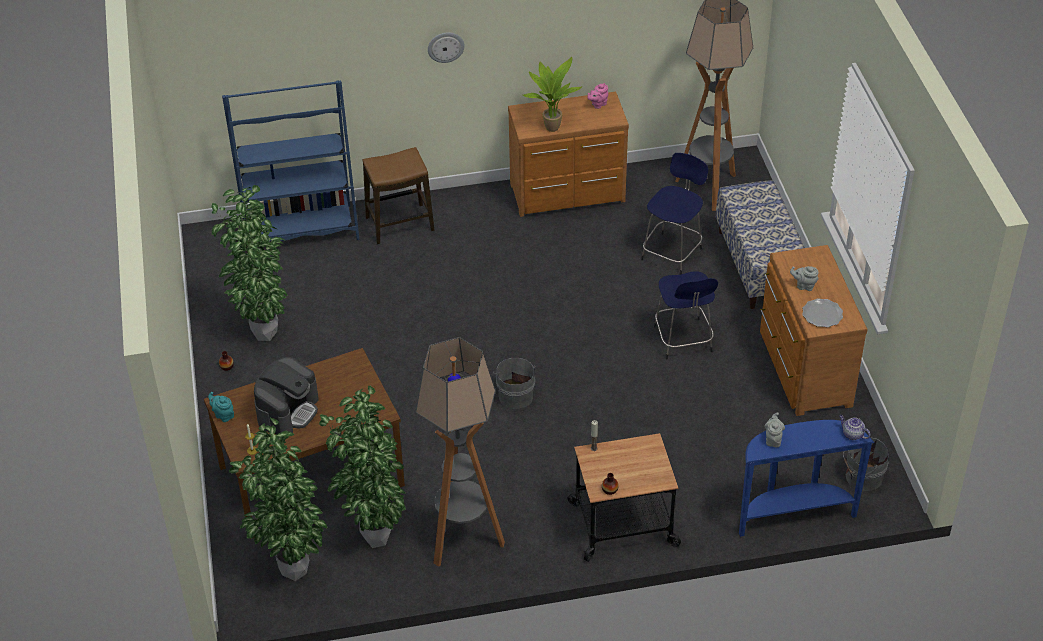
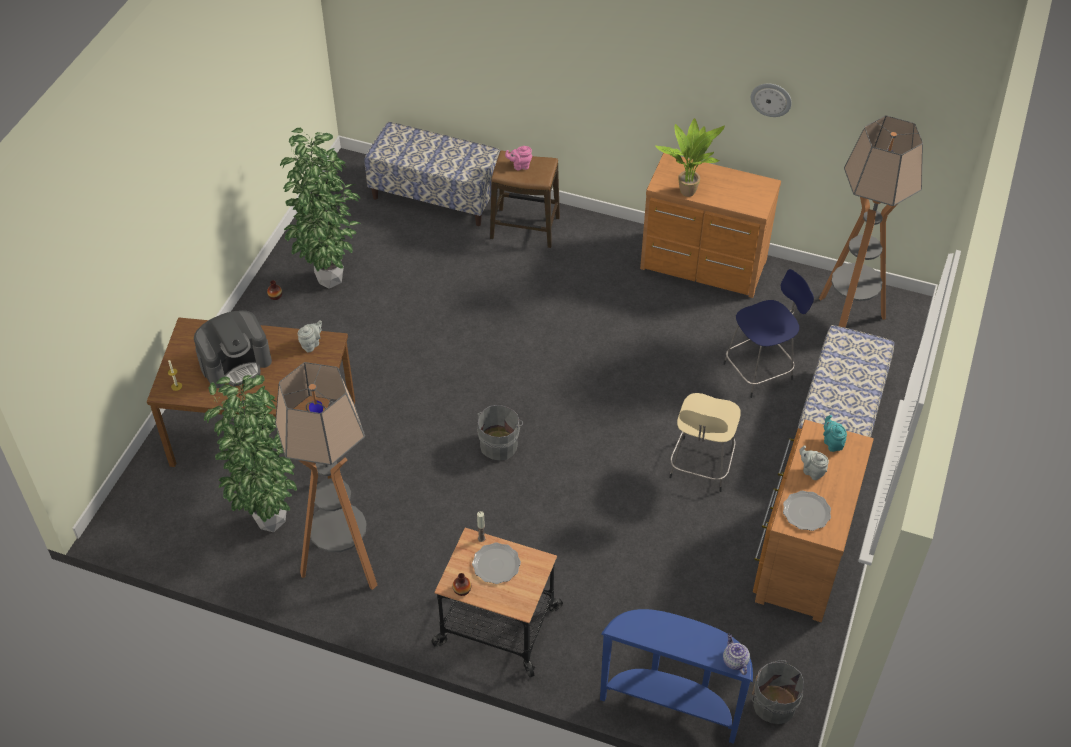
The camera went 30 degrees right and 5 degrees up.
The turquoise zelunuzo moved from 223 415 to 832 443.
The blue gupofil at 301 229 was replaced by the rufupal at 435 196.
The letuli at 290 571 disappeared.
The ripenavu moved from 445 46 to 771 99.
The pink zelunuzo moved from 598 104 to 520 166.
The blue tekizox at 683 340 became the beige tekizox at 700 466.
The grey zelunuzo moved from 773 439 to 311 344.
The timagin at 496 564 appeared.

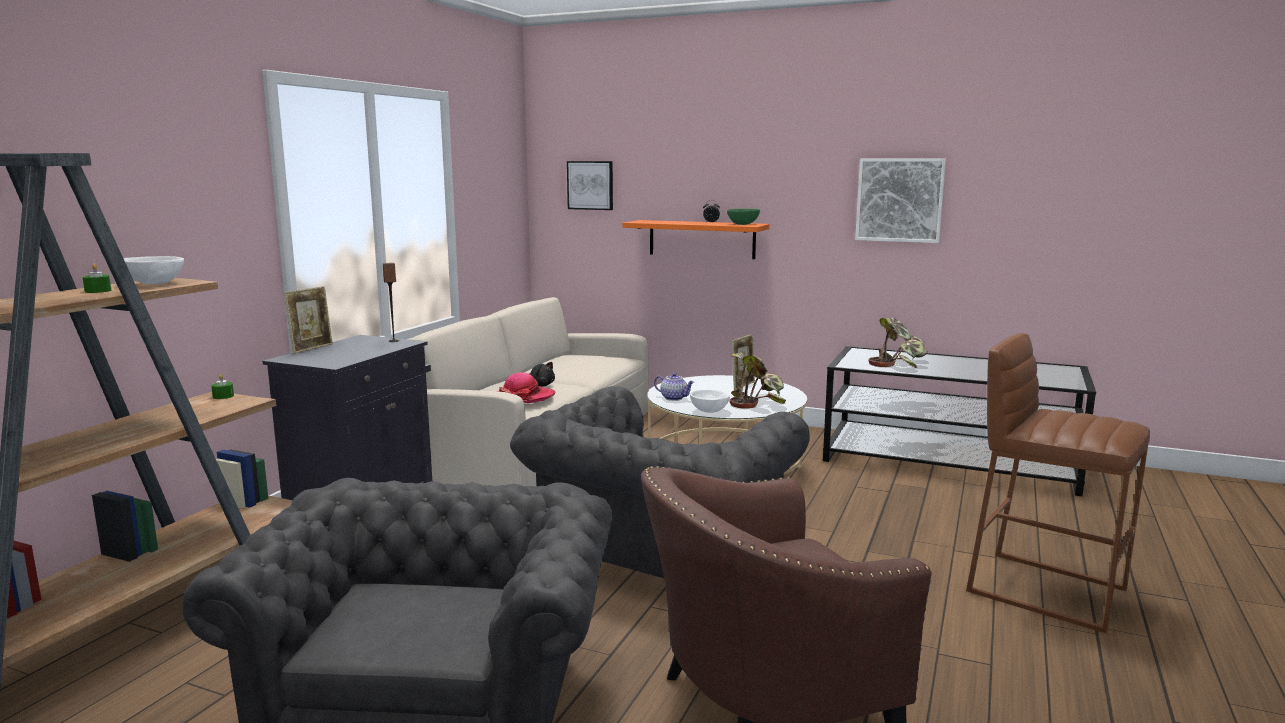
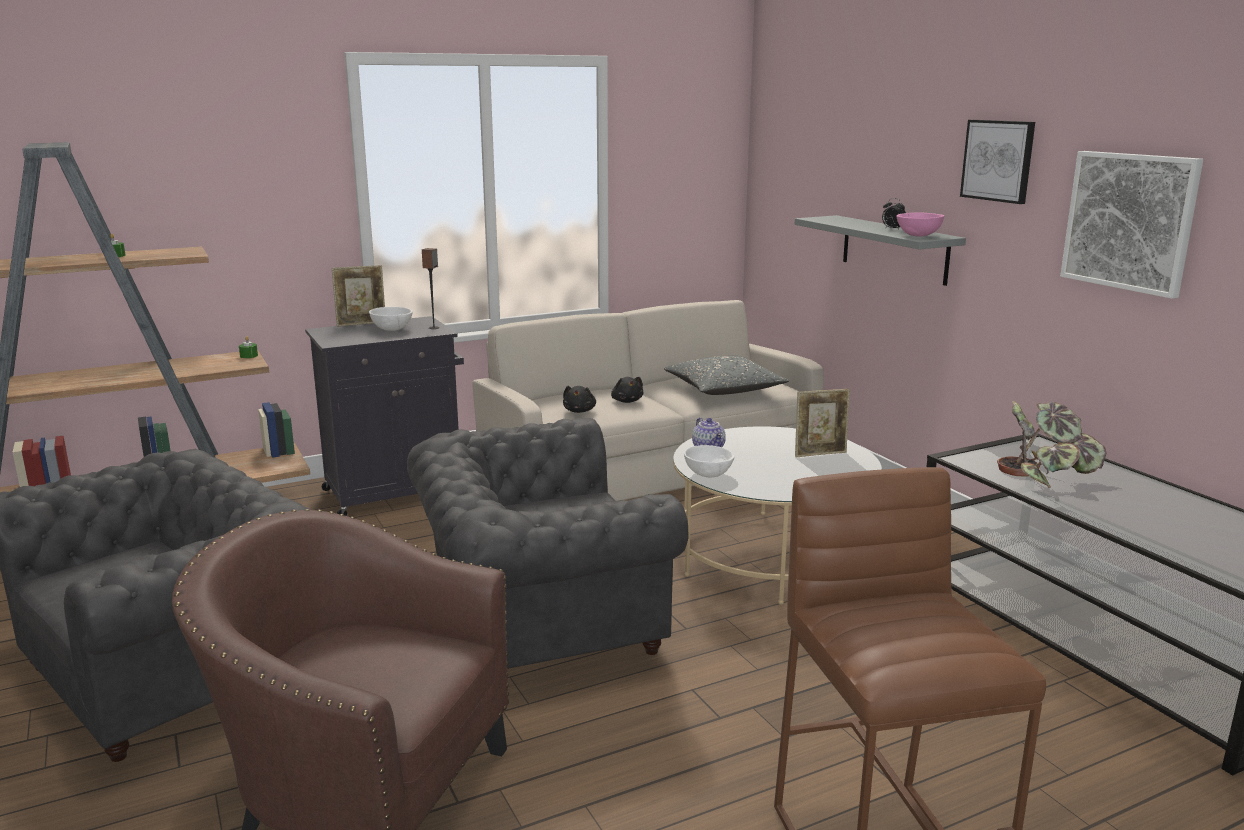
The camera went 40 degrees right and 5 degrees up.
The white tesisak moved from 155 283 to 392 329.
The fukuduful at 522 398 was replaced by the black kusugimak at 579 411.
The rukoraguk moved from 590 185 to 998 160.
The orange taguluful at 701 239 became the grey taguluful at 894 249.
The green tesisak at 743 224 became the pink tesisak at 918 236.
The letuli at 756 401 disappeared.
The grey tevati at 724 390 appeared.

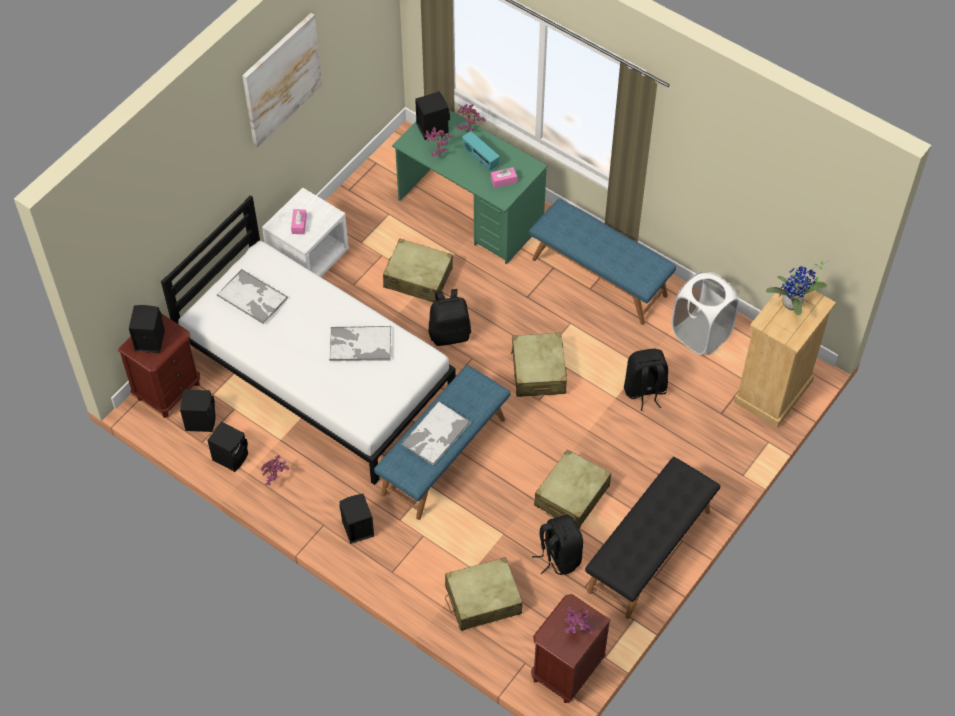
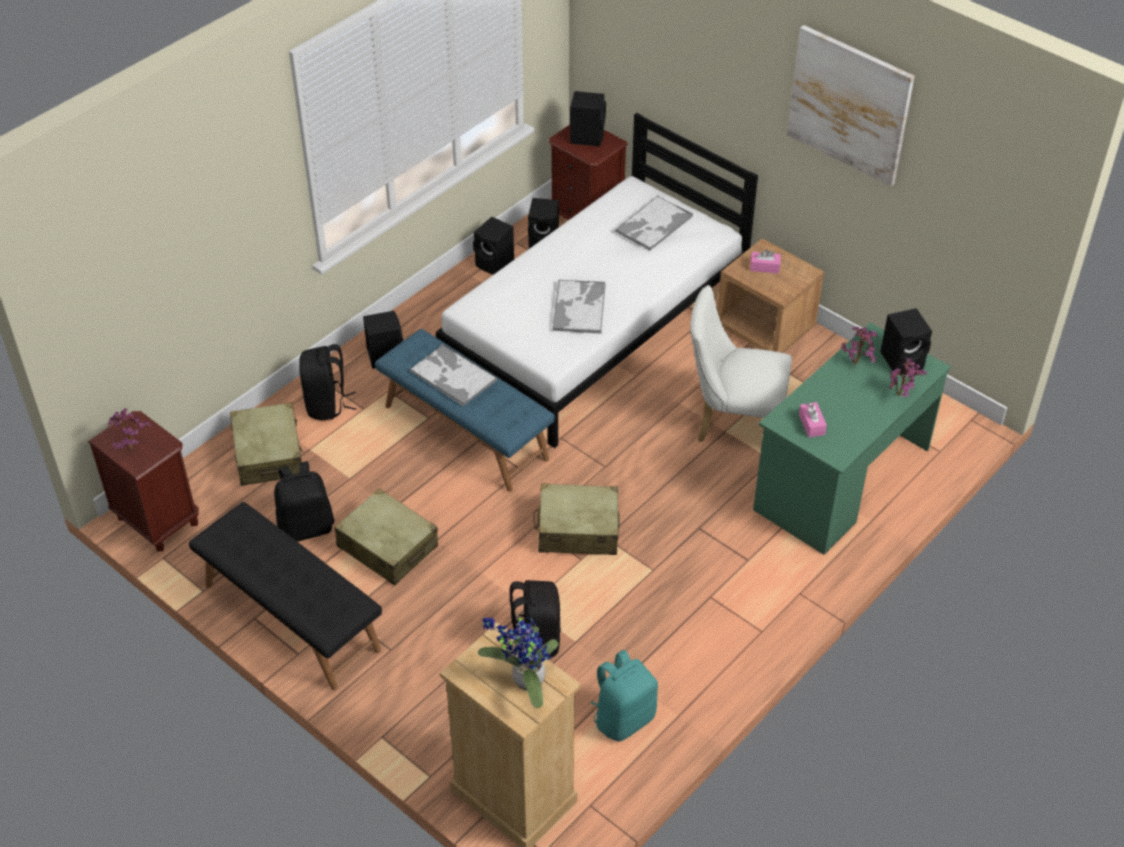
The camera went 95 degrees right and 10 degrees down.
The letuli at 276 479 disappeared.
The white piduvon at 308 257 became the brown piduvon at 766 328.
The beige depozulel at 418 278 was replaced by the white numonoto at 732 423.
The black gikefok moved from 450 334 to 327 405.
The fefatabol at 480 158 disappeared.
The blue rufupal at 600 276 disappeared.
The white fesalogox at 700 334 was replaced by the turquoise gikefok at 623 718.

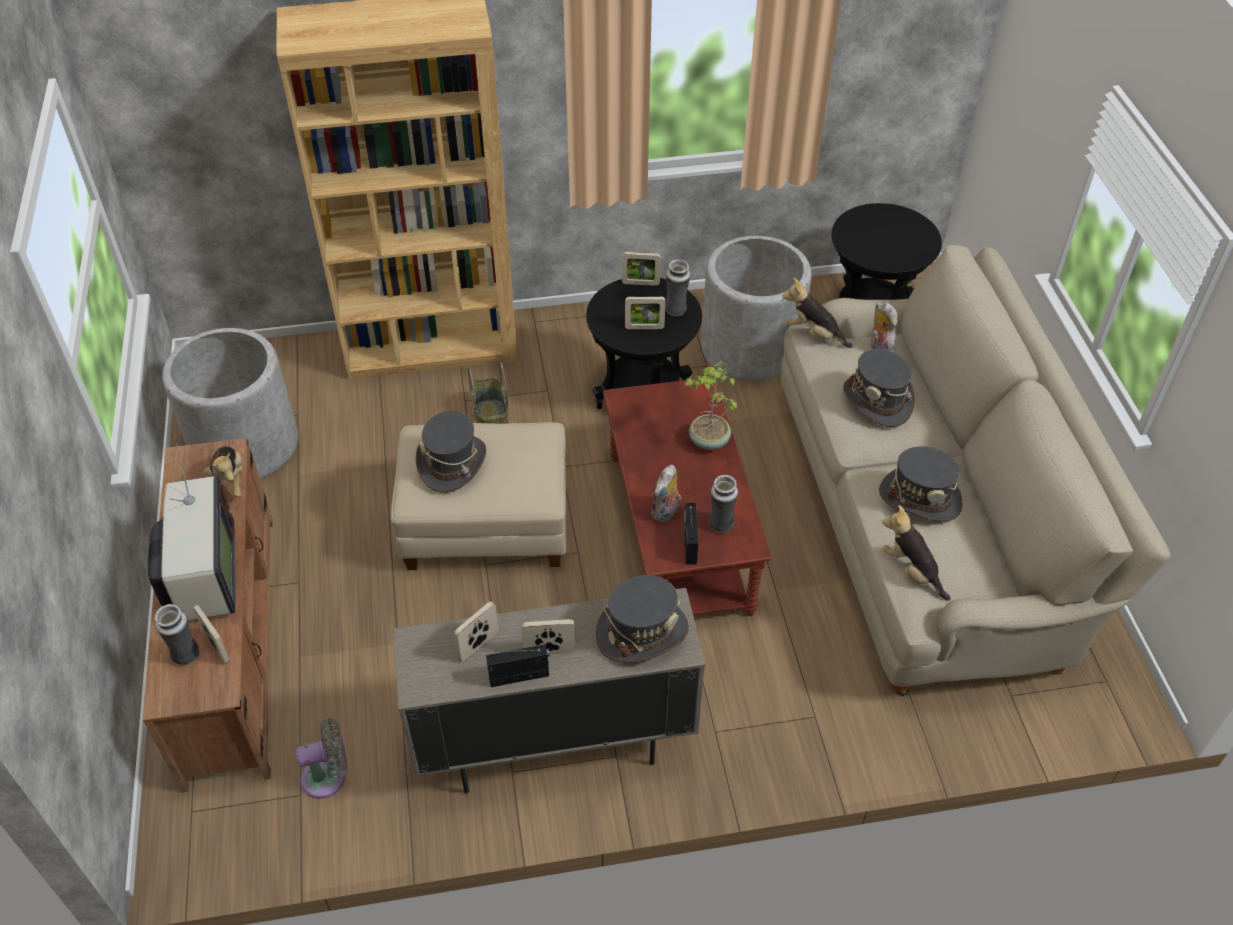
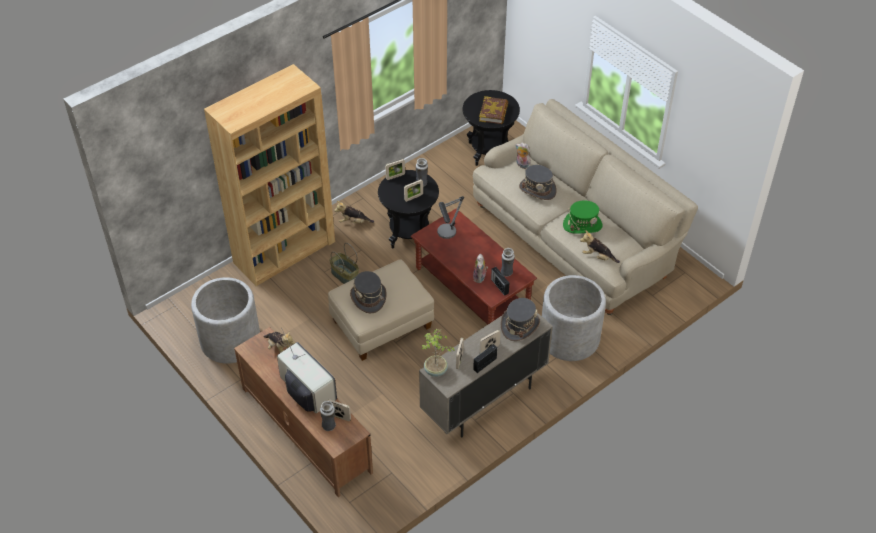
The camera went 30 degrees left and 0 degrees up.
The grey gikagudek at 328 777 disappeared.
The letuli moved from 708 441 to 435 371.
The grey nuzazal moved from 750 348 to 569 338.
The kusugimak moved from 814 333 to 353 222.
The grey fukuduful at 920 498 became the green fukuduful at 582 225.
The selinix at 447 236 appeared.
The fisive at 493 112 appeared.

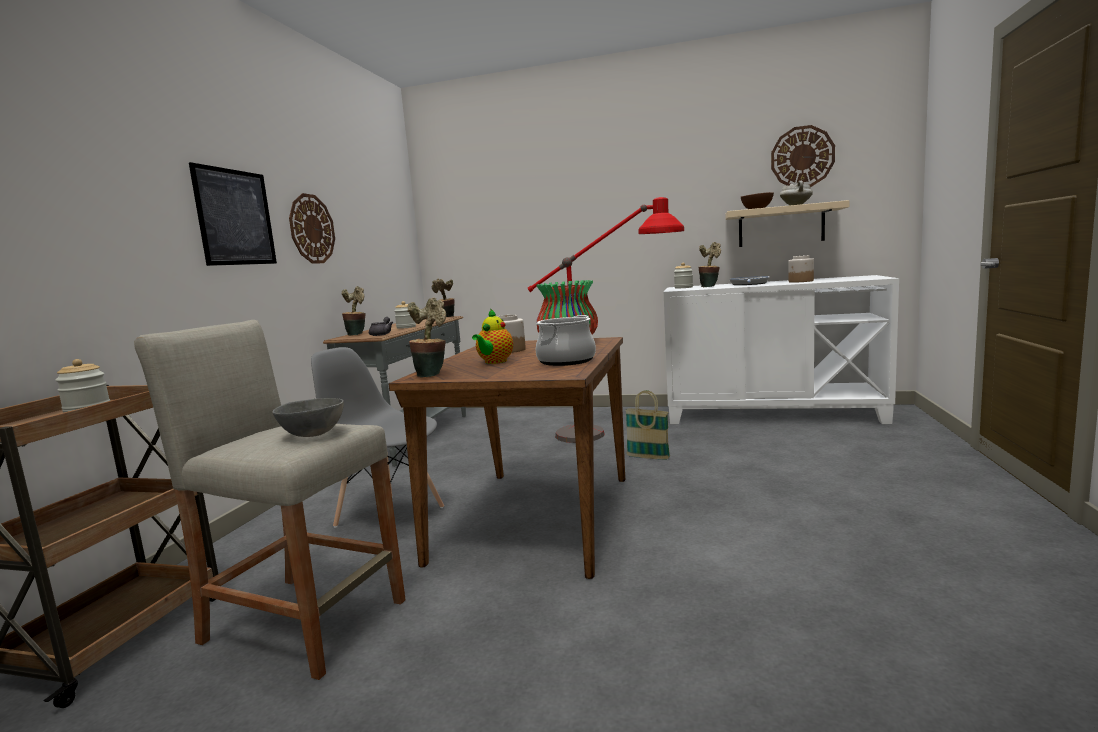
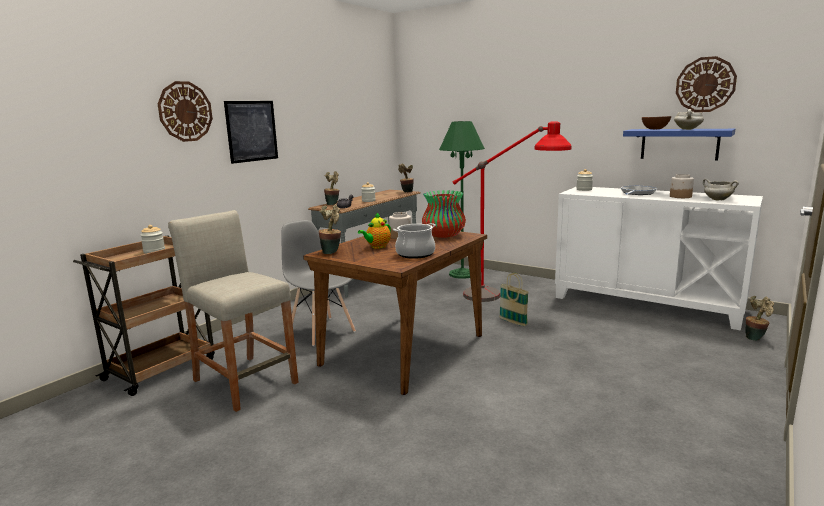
The camera went 20 degrees right and 5 degrees up.
The grey tesisak at 313 434 disappeared.
The ripenavu moved from 312 229 to 185 111.
The letuli moved from 710 286 to 755 338.
The beige taguluful at 781 226 became the blue taguluful at 679 144.
The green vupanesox at 462 274 appeared.
The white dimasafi at 717 200 appeared.

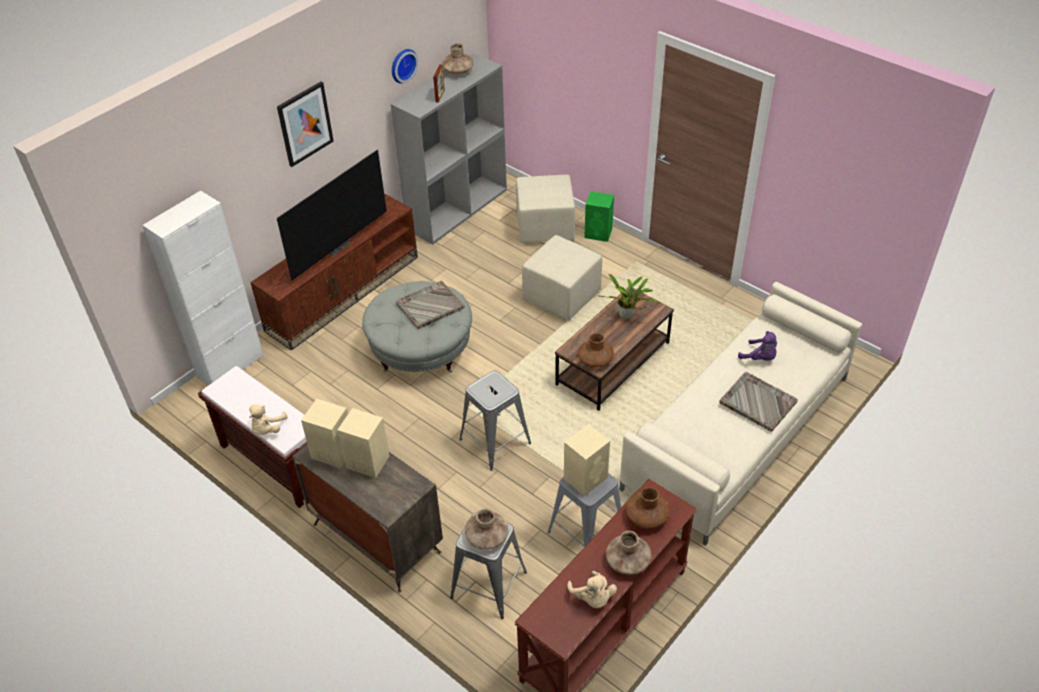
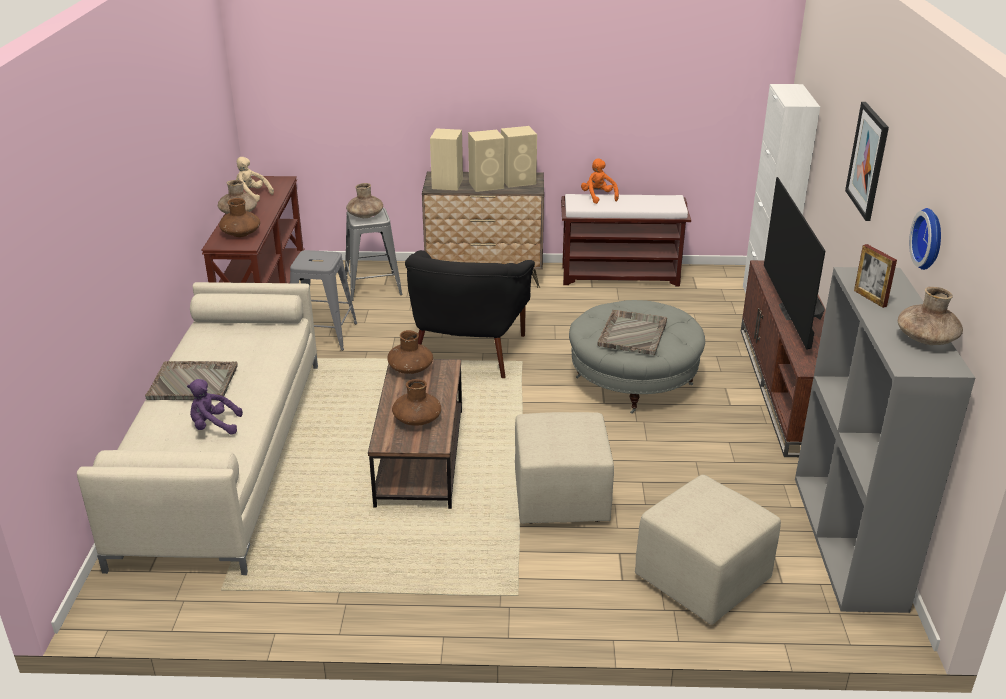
The camera went 140 degrees right and 15 degrees down.
The beige kusugimak at 267 429 became the orange kusugimak at 598 197.
The grey tekizox at 495 441 was replaced by the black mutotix at 467 352.
The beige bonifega moved from 586 477 to 447 184.
The green bonifega at 599 233 disappeared.
The letuli at 627 316 was replaced by the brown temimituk at 417 419.

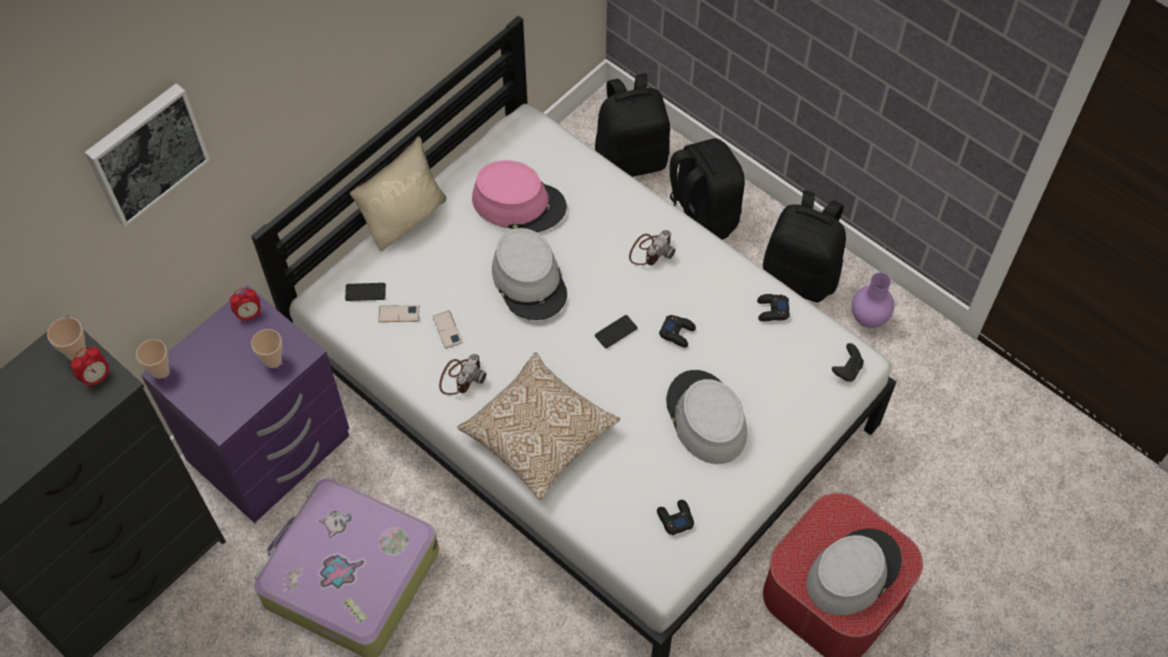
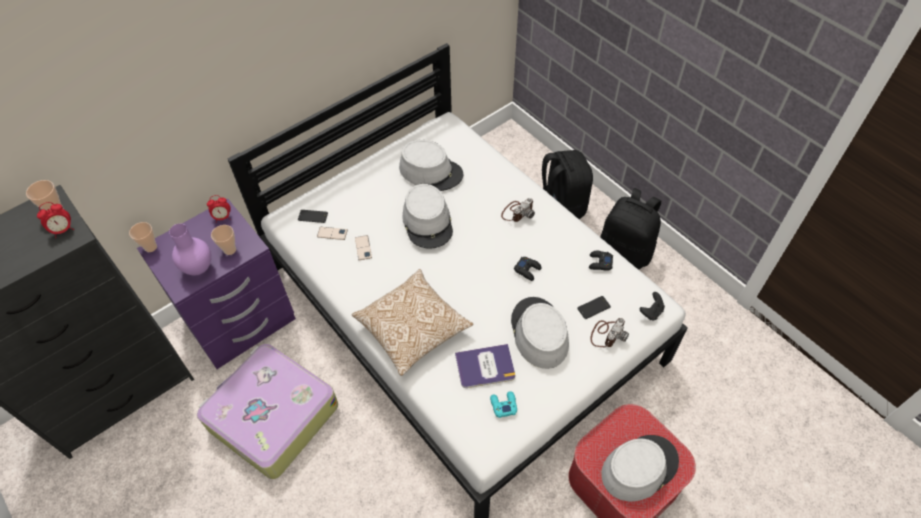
The camera went 10 degrees right and 5 degrees down.
The rukoraguk at 145 152 disappeared.
The beige tevati at 405 218 disappeared.
The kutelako moved from 461 376 to 607 334.
The pink fukuduful at 519 203 became the grey fukuduful at 431 171.
The black gikefok at 631 158 disappeared.
The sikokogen moved from 616 332 to 593 307.
The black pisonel at 675 518 became the turquoise pisonel at 503 405.
The purple temimituk moved from 868 320 to 198 269.
The fisive at 485 366 appeared.

